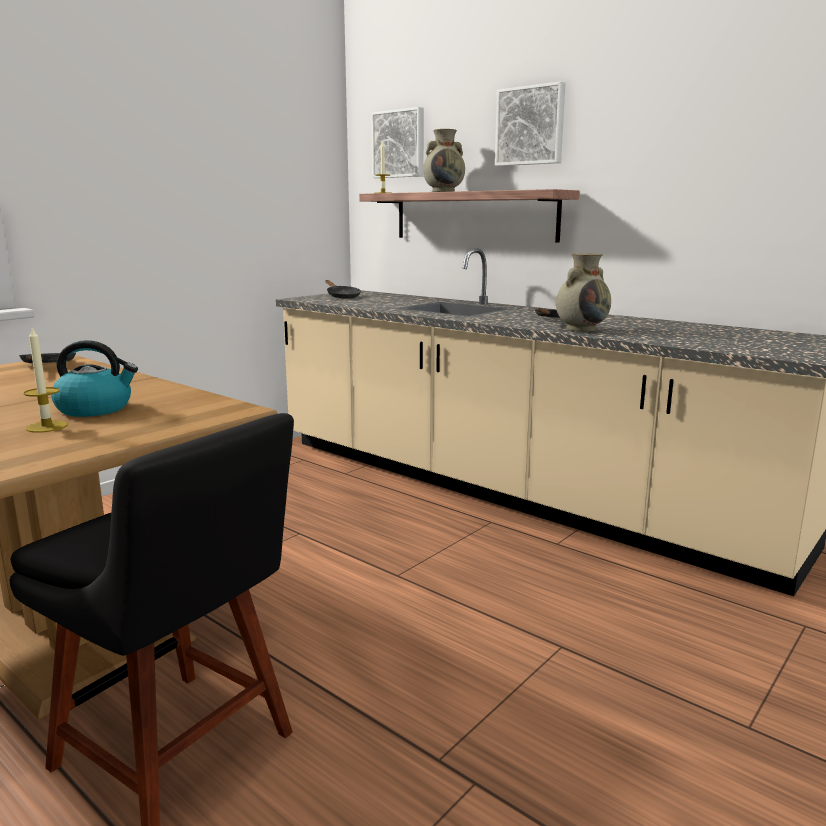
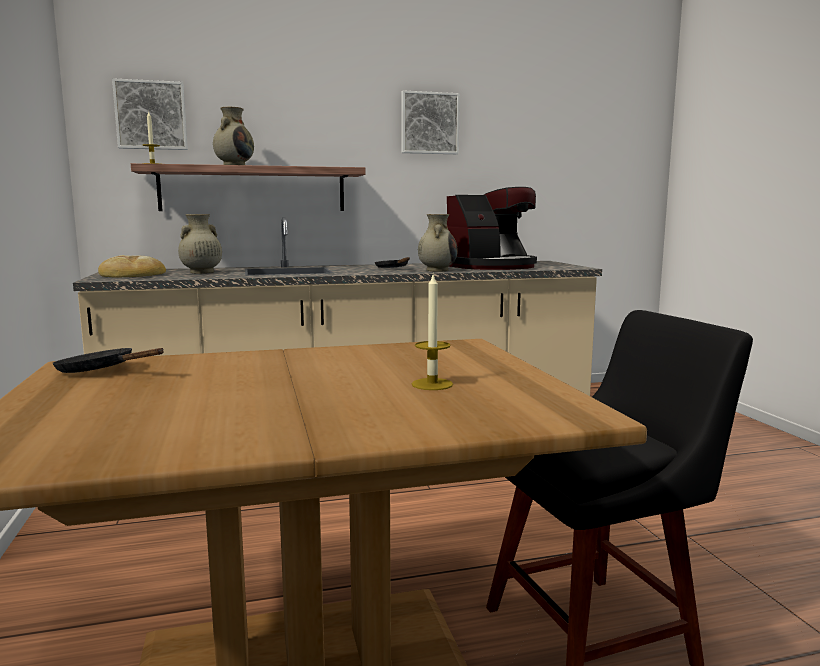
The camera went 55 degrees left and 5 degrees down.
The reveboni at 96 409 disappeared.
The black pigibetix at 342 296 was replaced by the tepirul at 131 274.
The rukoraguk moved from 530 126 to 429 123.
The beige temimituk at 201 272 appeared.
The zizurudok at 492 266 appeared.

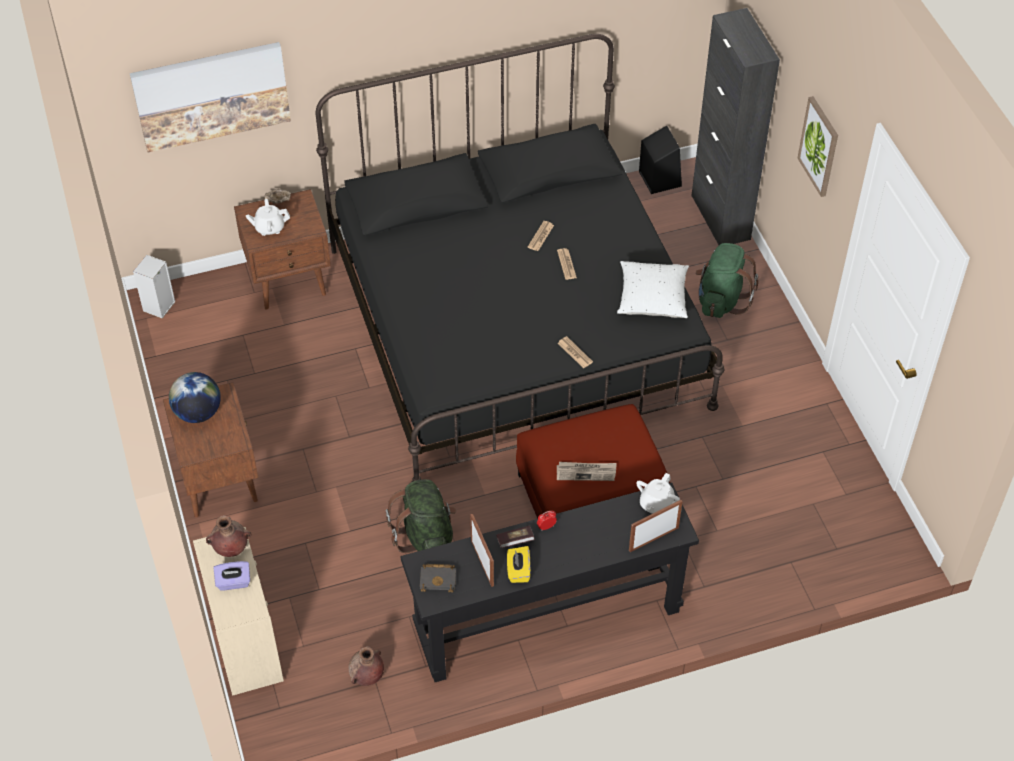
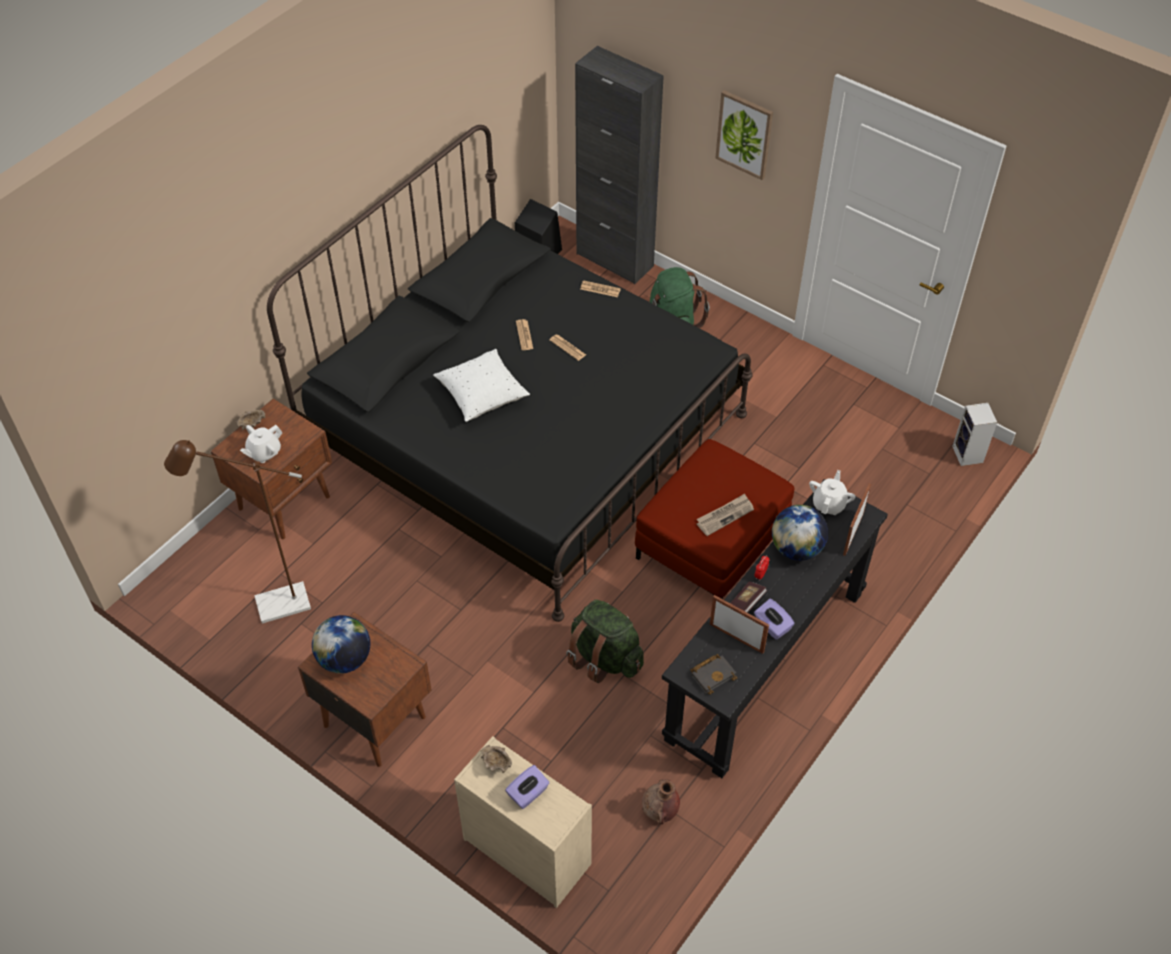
The camera went 35 degrees left and 0 degrees up.
The rukoraguk at 211 95 disappeared.
The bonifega moved from 159 307 to 968 455.
The brown temimituk at 230 548 was replaced by the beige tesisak at 496 764.
The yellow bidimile at 518 571 became the purple bidimile at 772 626.
The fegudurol moved from 575 352 to 600 289.
The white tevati moved from 652 299 to 482 395.
The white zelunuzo at 656 504 turned 150 degrees counterclockwise.
The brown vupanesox at 272 606 appeared.
The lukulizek at 796 548 appeared.

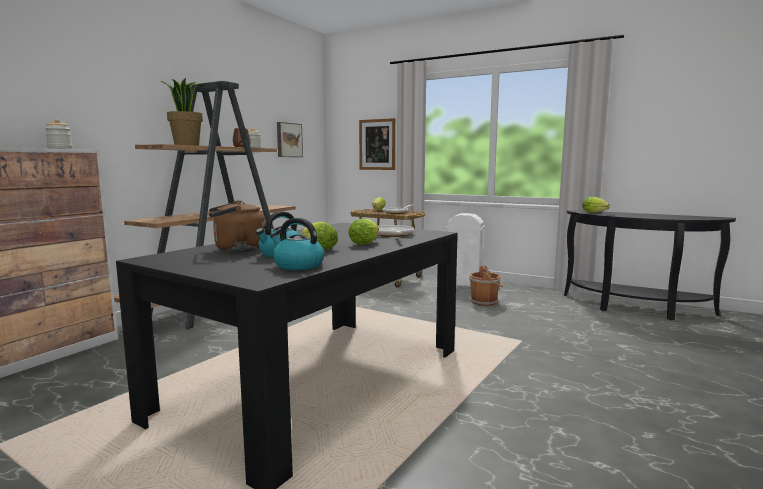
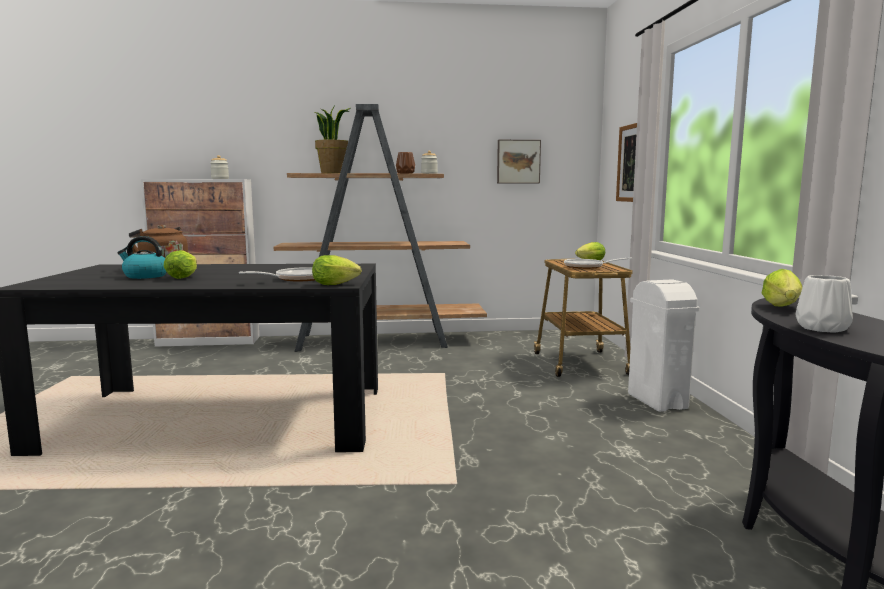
The camera went 55 degrees right and 0 degrees up.
The reveboni at 297 266 disappeared.
The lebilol moved from 365 243 to 337 285.
The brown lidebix at 485 302 disappeared.
The white temimituk at 822 328 appeared.

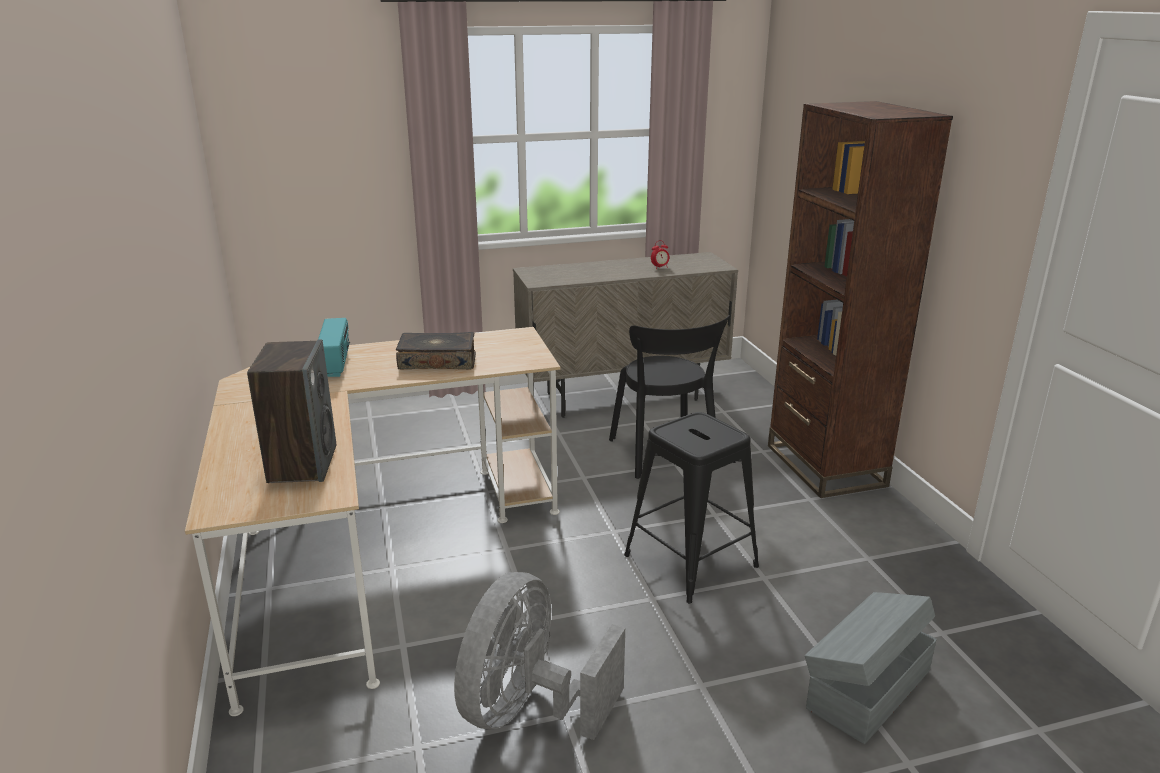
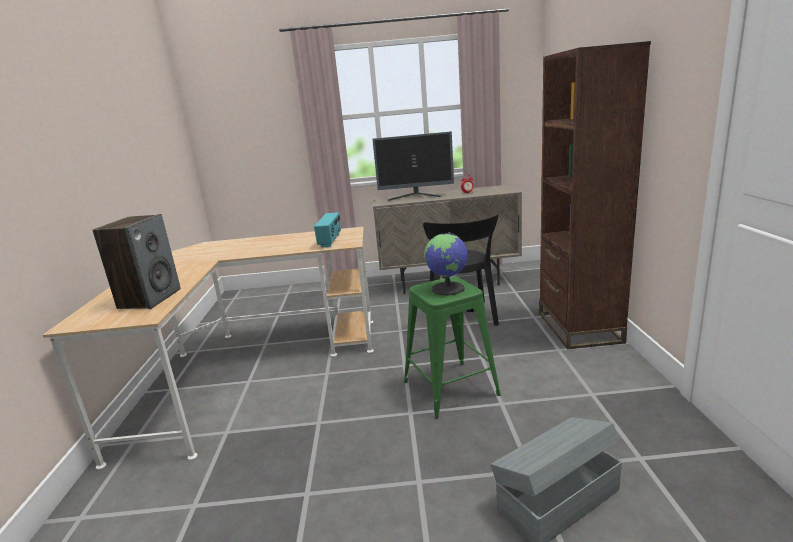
The camera went 15 degrees right and 5 degrees down.
The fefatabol moved from 336 364 to 330 241.
The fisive at 437 361 disappeared.
The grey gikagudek at 528 709 disappeared.
The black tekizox at 690 561 became the green tekizox at 450 388.
The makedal at 416 196 appeared.
The lukulizek at 448 289 appeared.

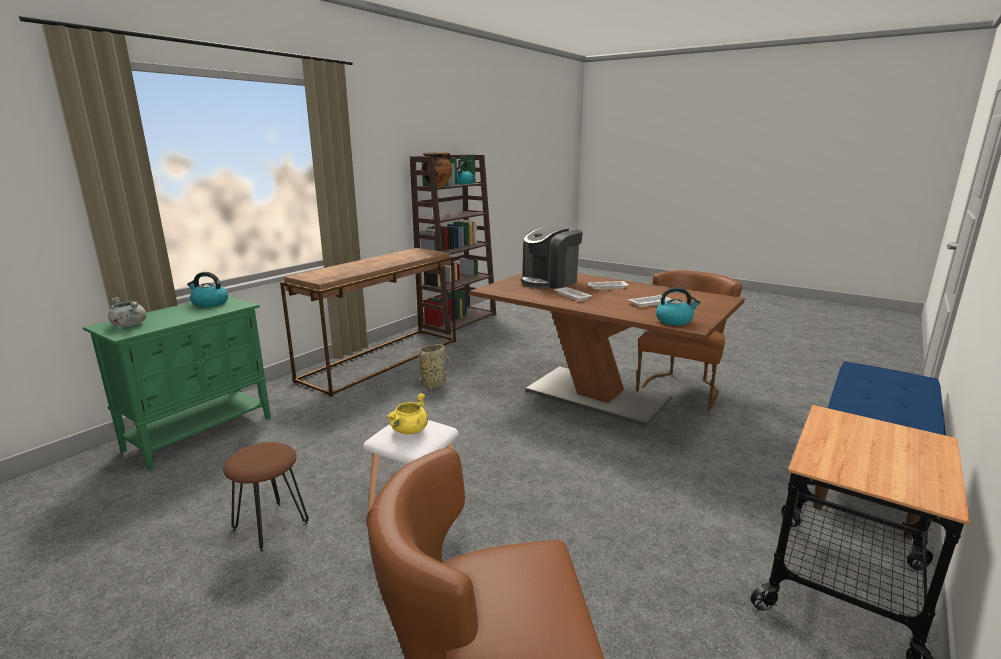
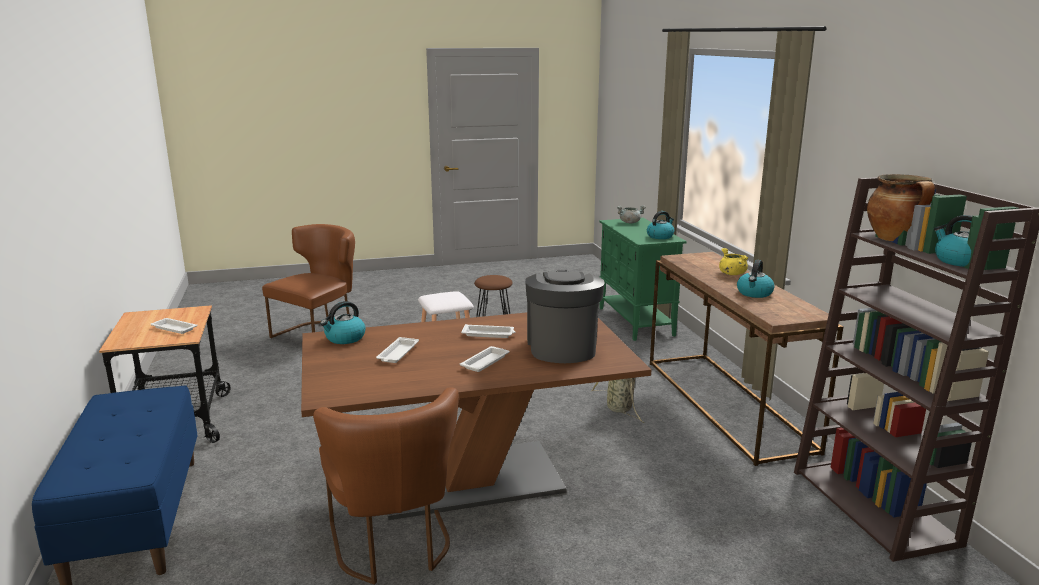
The camera went 130 degrees right and 0 degrees up.
The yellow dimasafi moved from 409 430 to 731 274.
The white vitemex at 173 328 appeared.
The reveboni at 754 293 appeared.

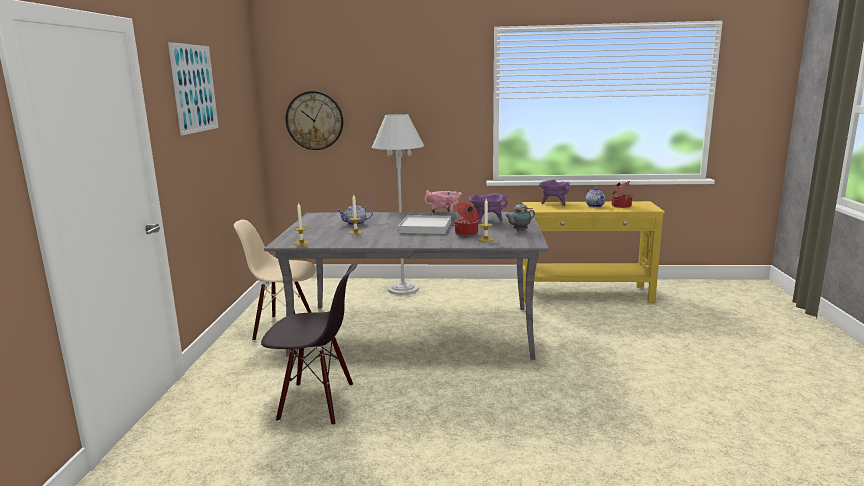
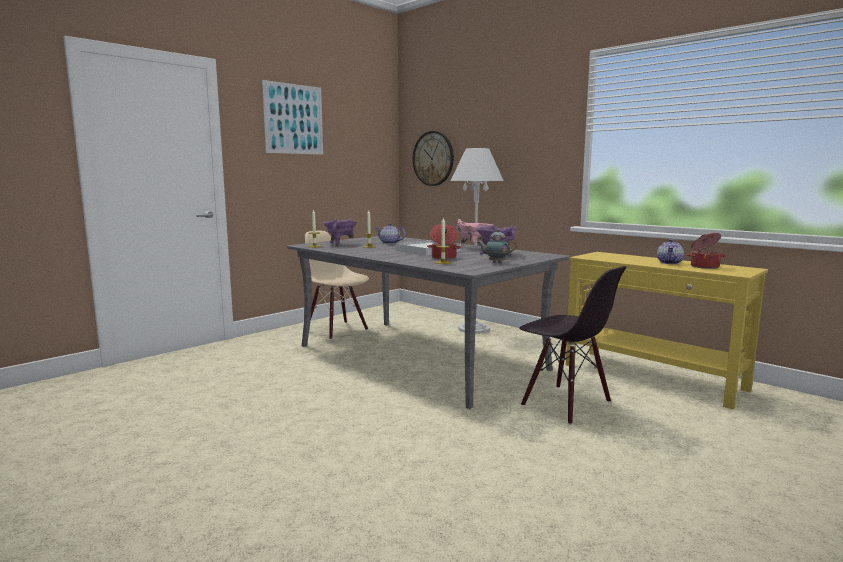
The camera went 40 degrees right and 5 degrees down.
The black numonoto moved from 316 403 to 565 404.
The purple dimasafi moved from 554 203 to 340 244.

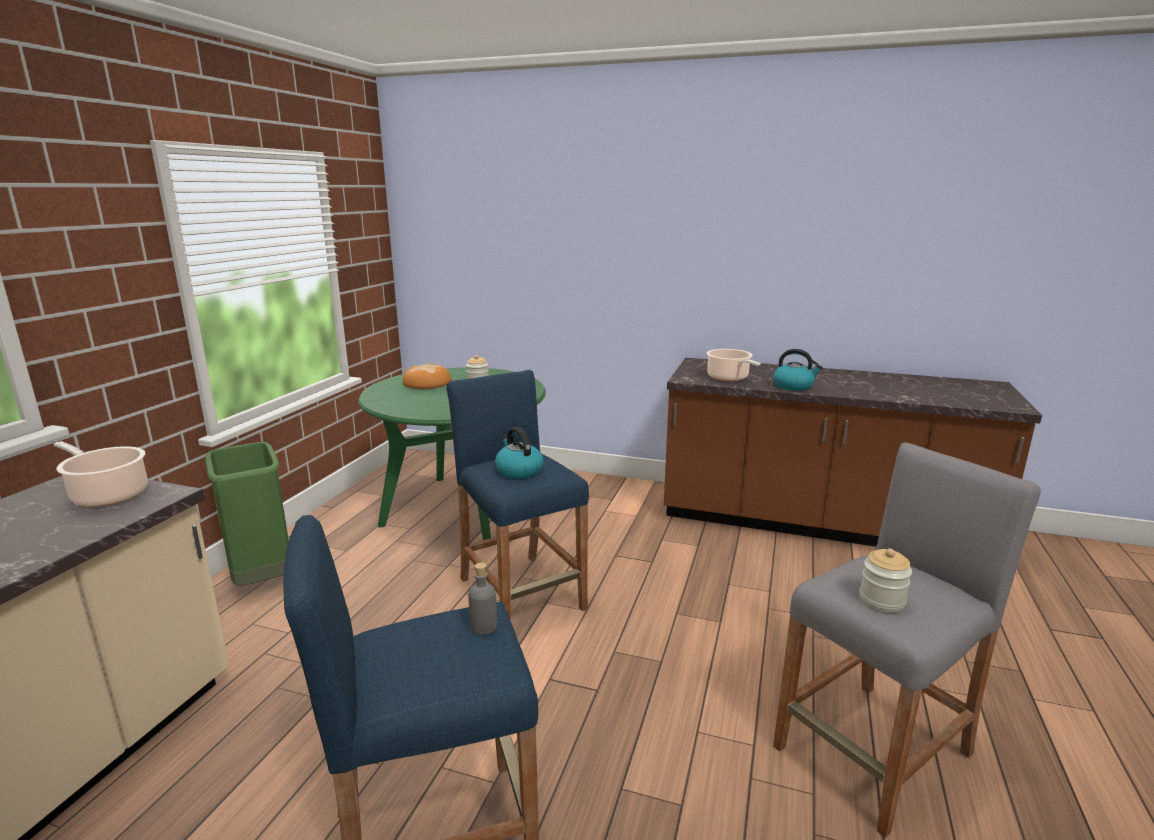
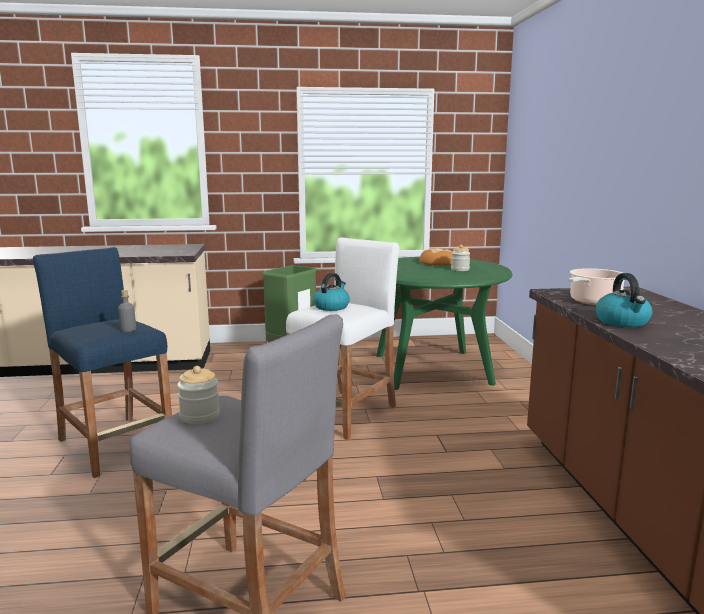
The camera went 65 degrees right and 5 degrees down.
The dimasafi at 108 494 disappeared.
The blue tekizox at 521 593 became the white tekizox at 344 413.

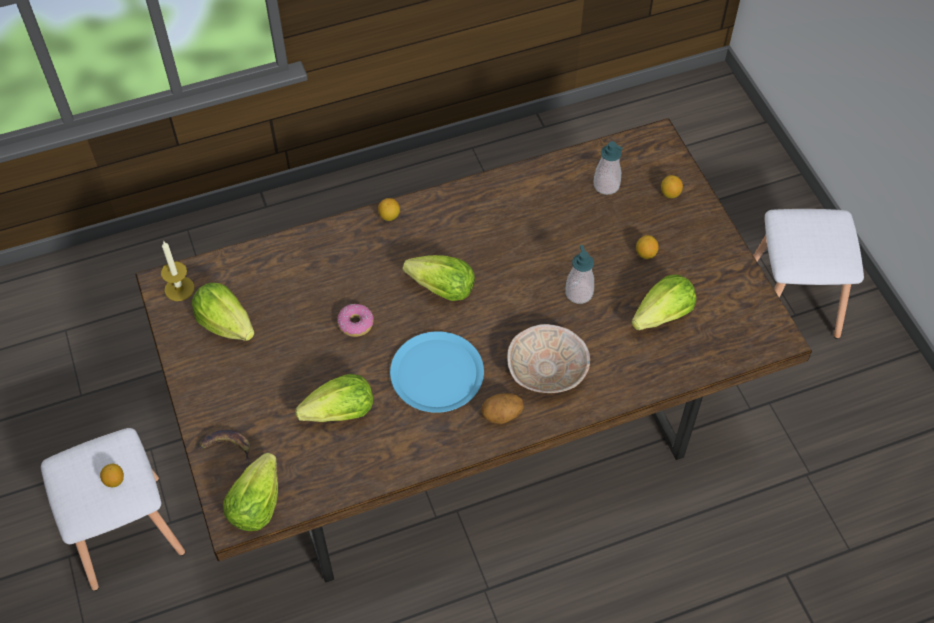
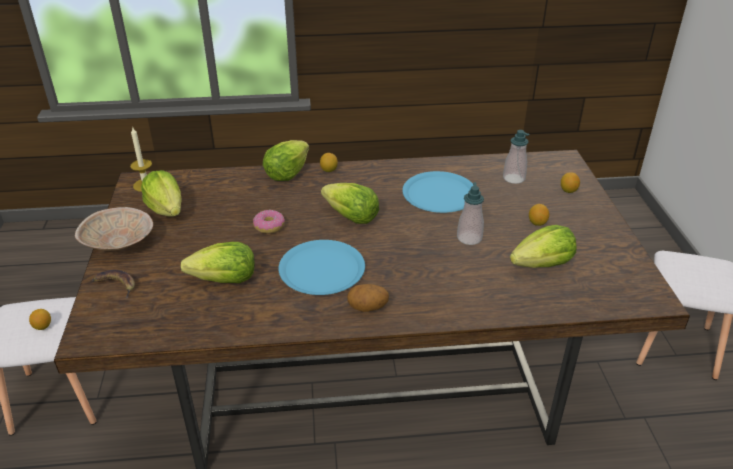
The camera went 15 degrees right and 20 degrees down.
The lebilol moved from 256 504 to 287 174.
The beige tesisak moved from 548 370 to 120 243.
The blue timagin at 439 193 appeared.

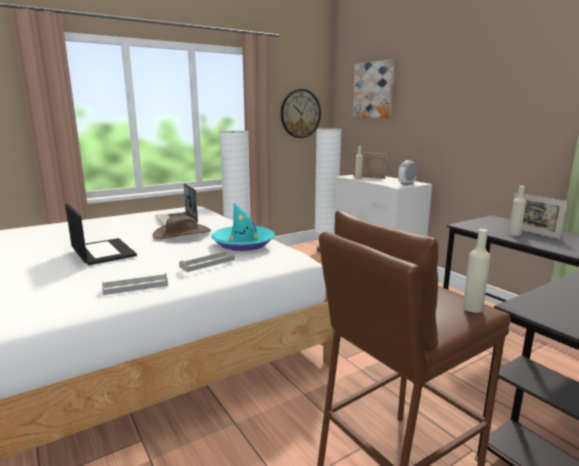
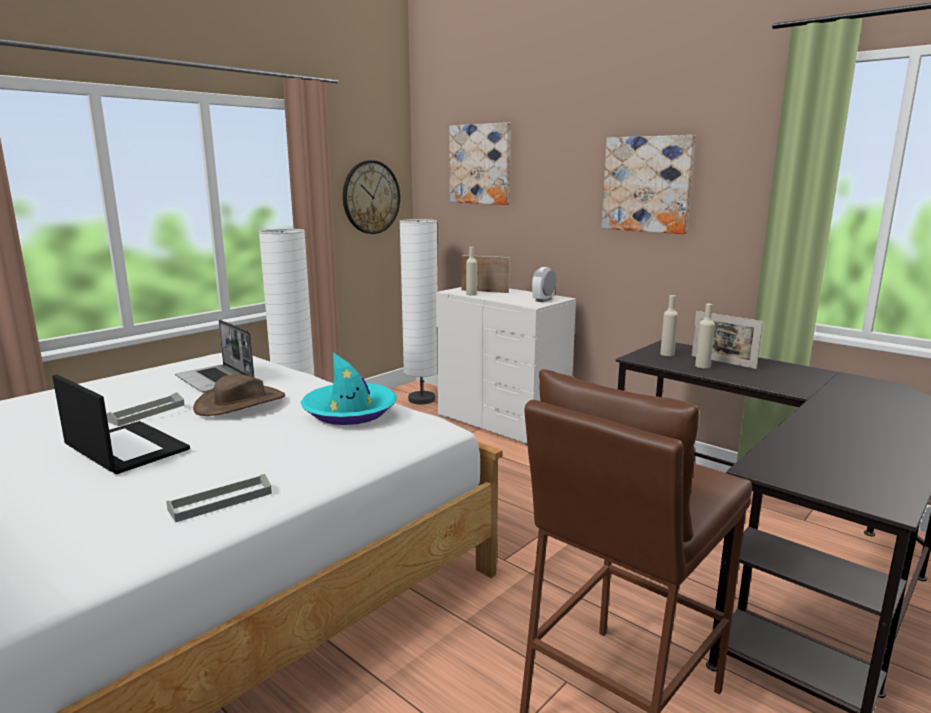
The camera went 15 degrees left and 0 degrees up.
The grey vitemex moved from 207 263 to 146 413.
The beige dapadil moved from 472 308 to 667 354.
The rukoraguk at 647 184 appeared.

